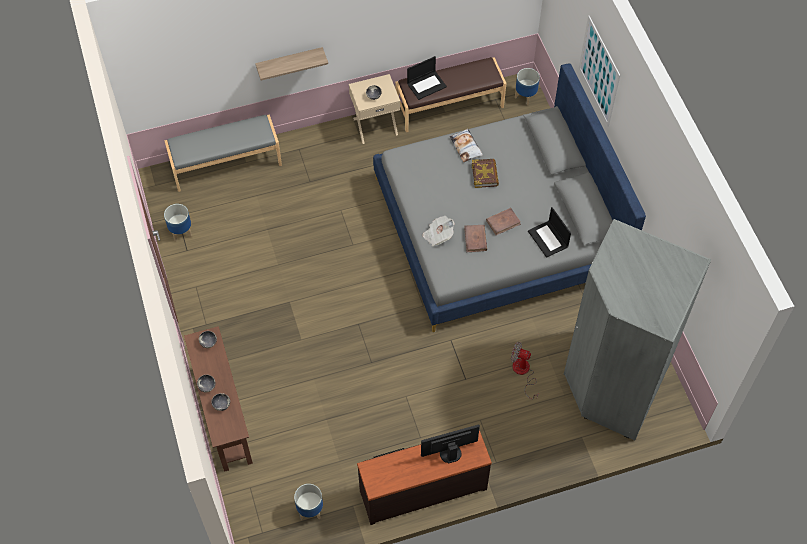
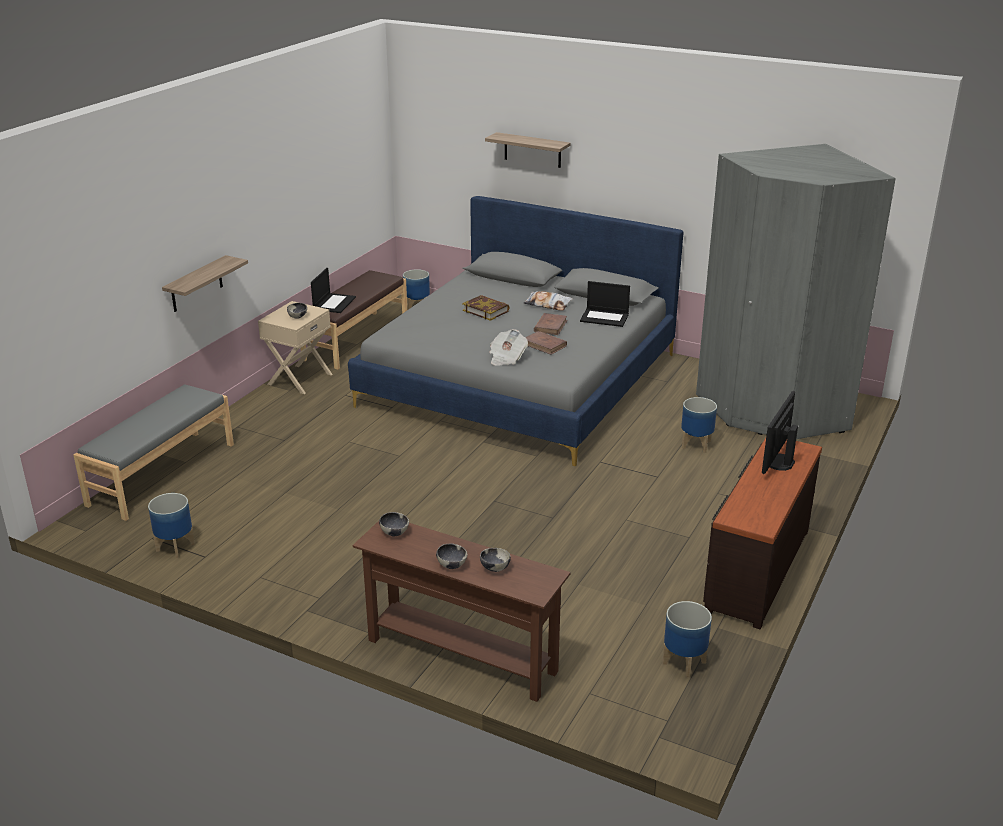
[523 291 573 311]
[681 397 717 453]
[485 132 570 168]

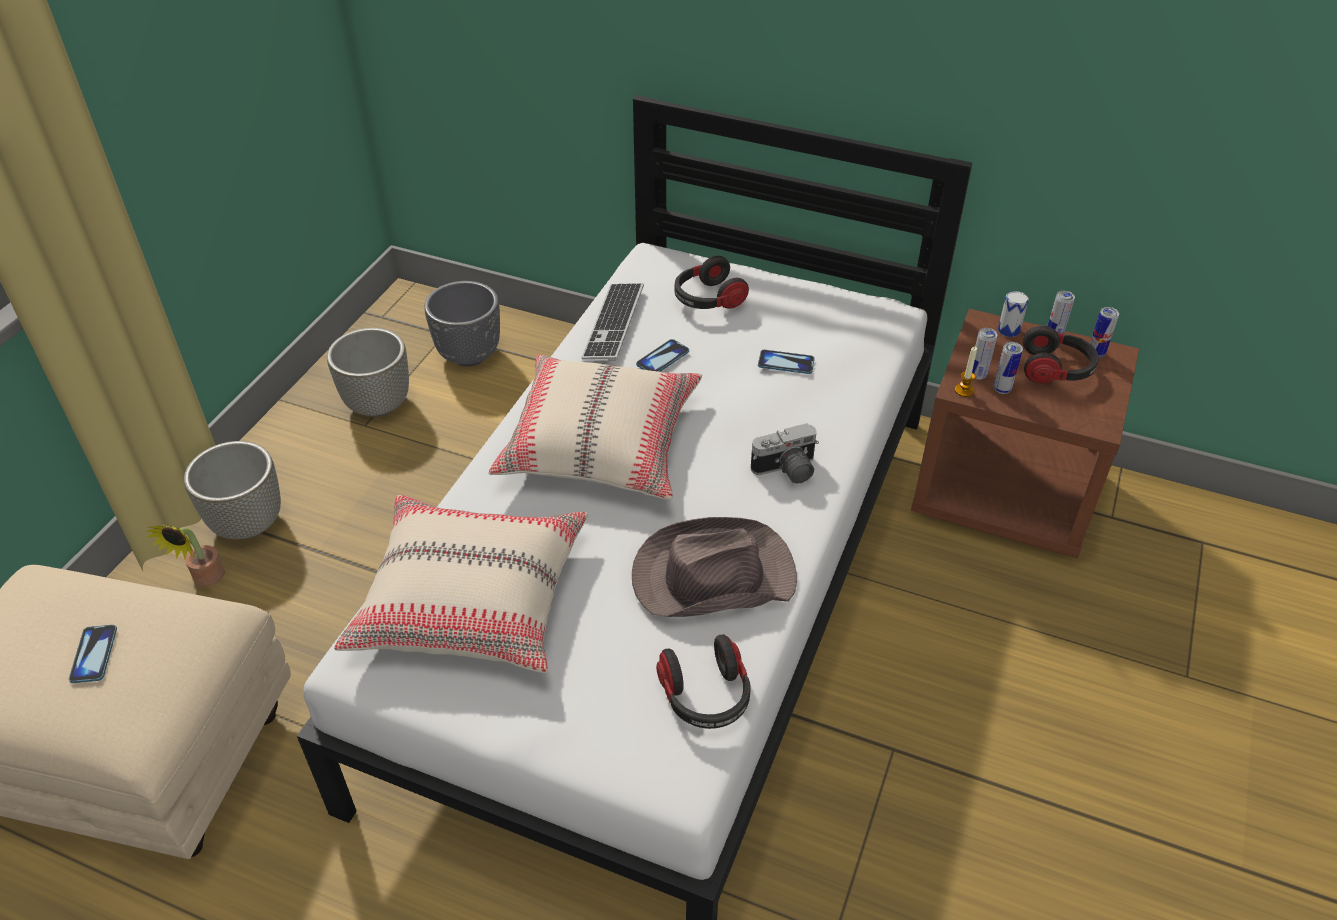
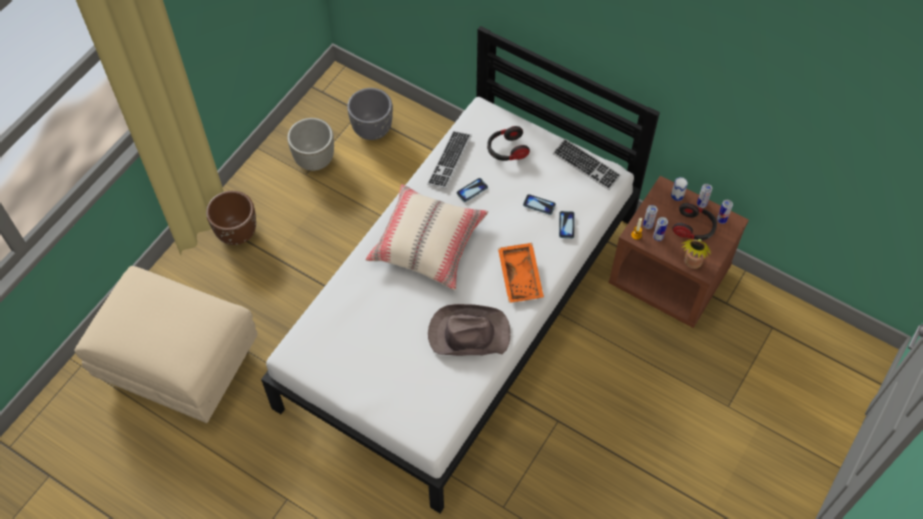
[334 495 588 673] (first image)
[656 634 751 729] (first image)
[553 139 621 190]
[559 211 575 238]
[681 239 711 269]
[498 243 544 303]
[206 191 256 245]

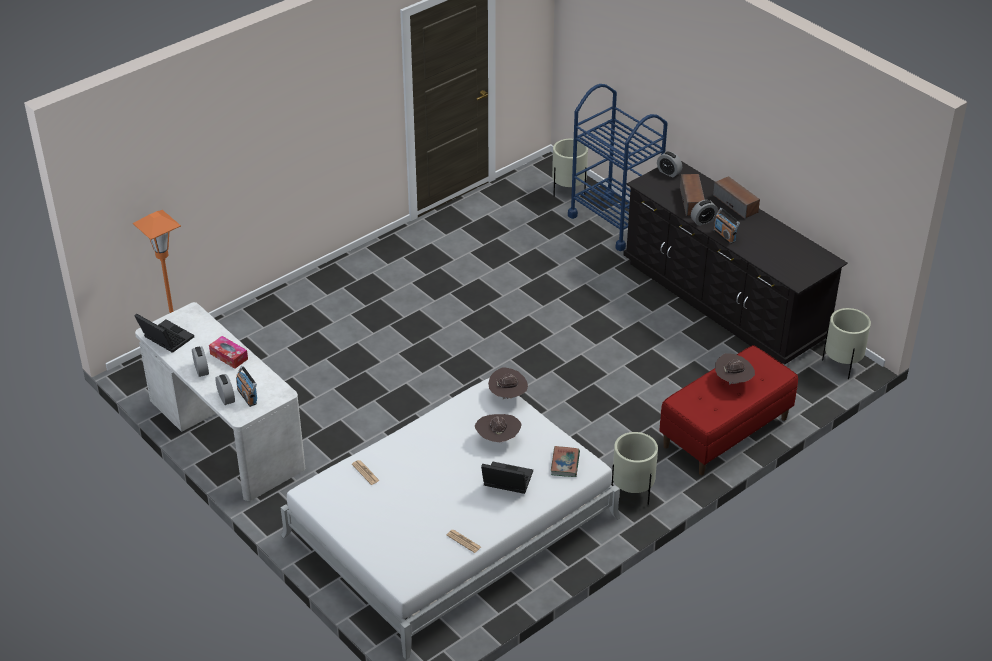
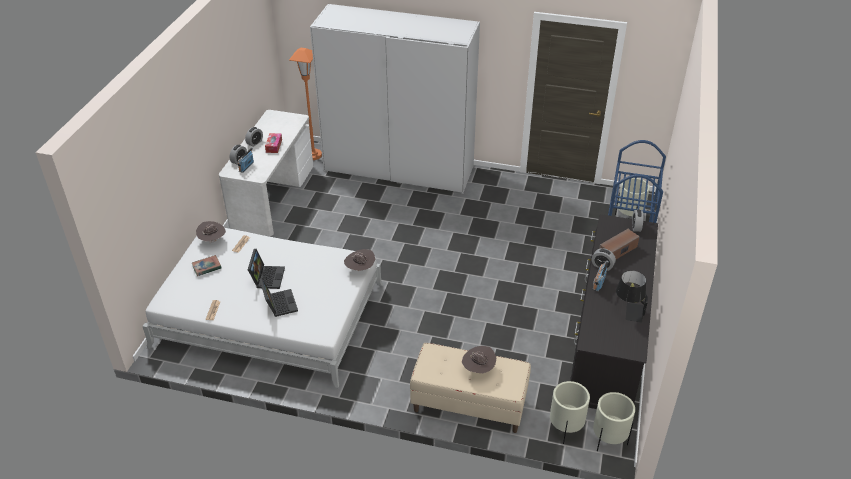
[713 176 760 219] (first image)
[310 4 480 194]
[616 270 648 323]
[248 249 285 289]
[196 221 226 243]
[192 255 222 276]
[550 381 590 444]
[410 343 531 433]

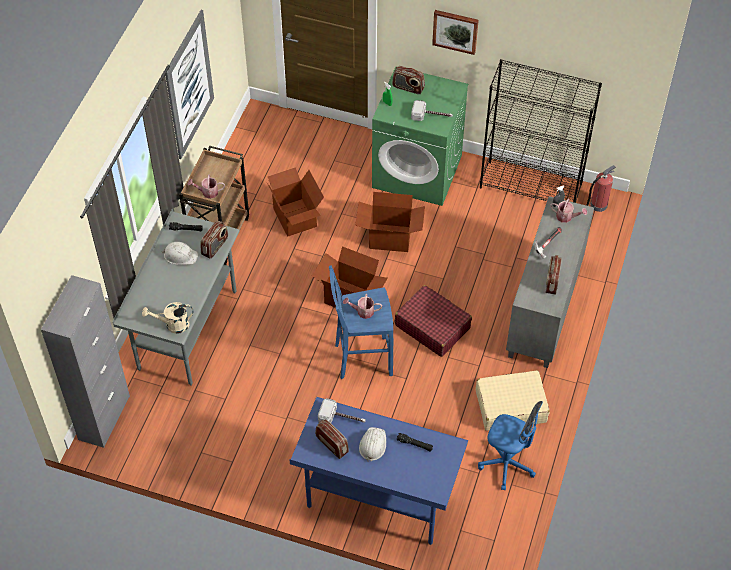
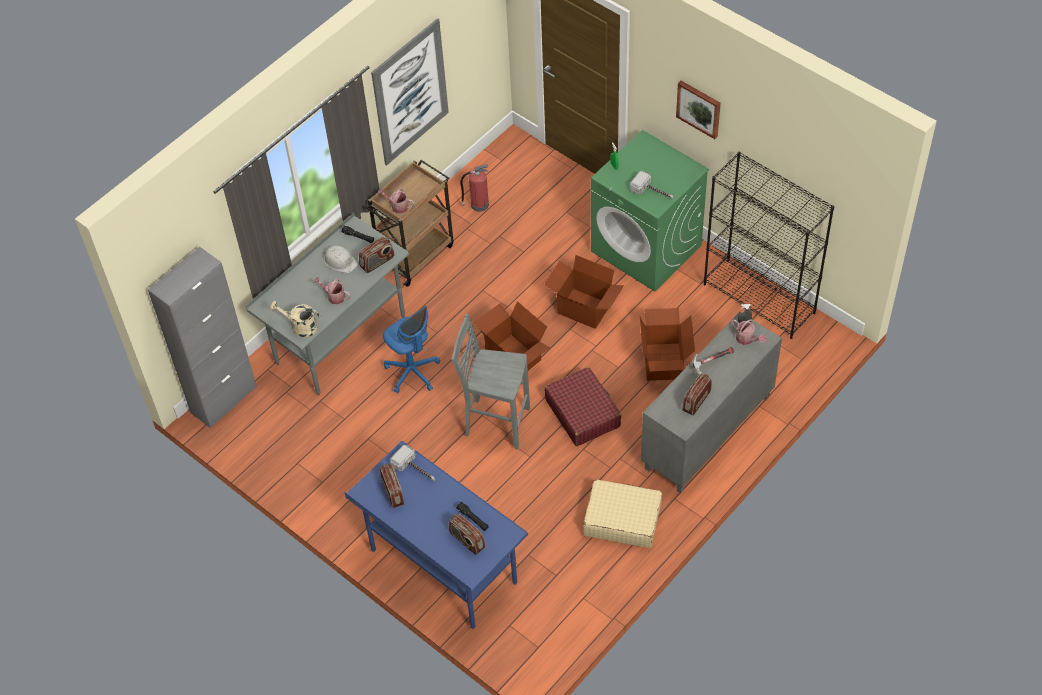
[359 427 386 462] (first image)
[640 308 695 381]
[314 277 351 305]
[449 514 485 555]
[383 306 440 393]
[460 164 489 212]
[451 314 530 449]

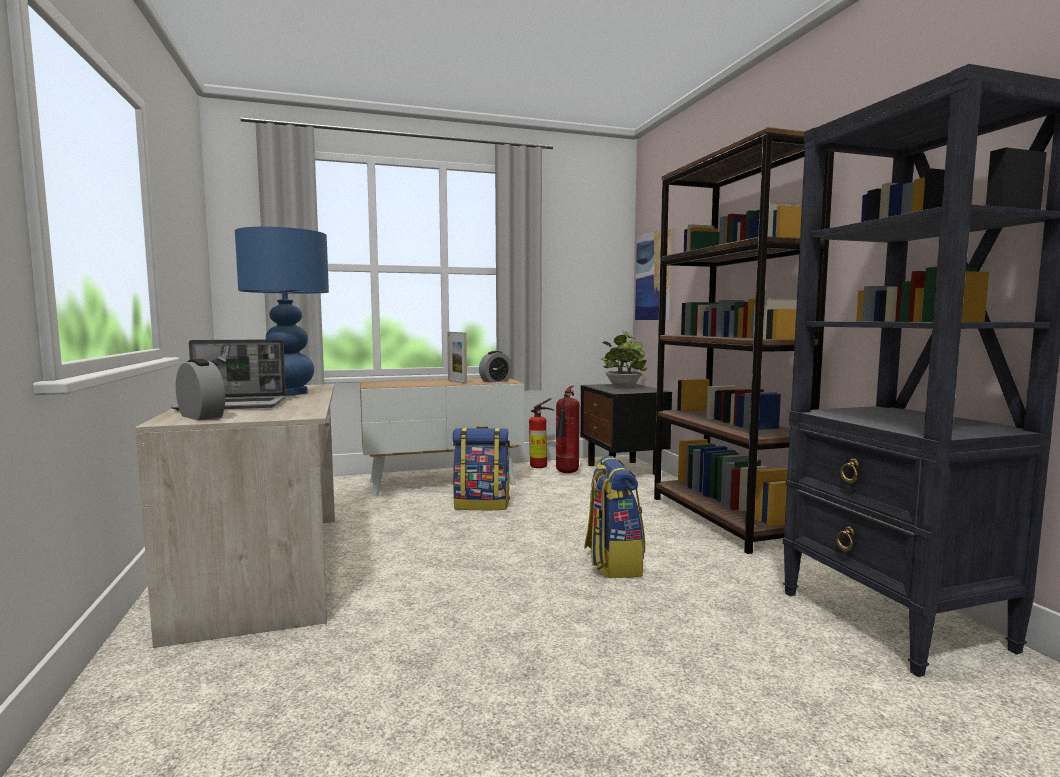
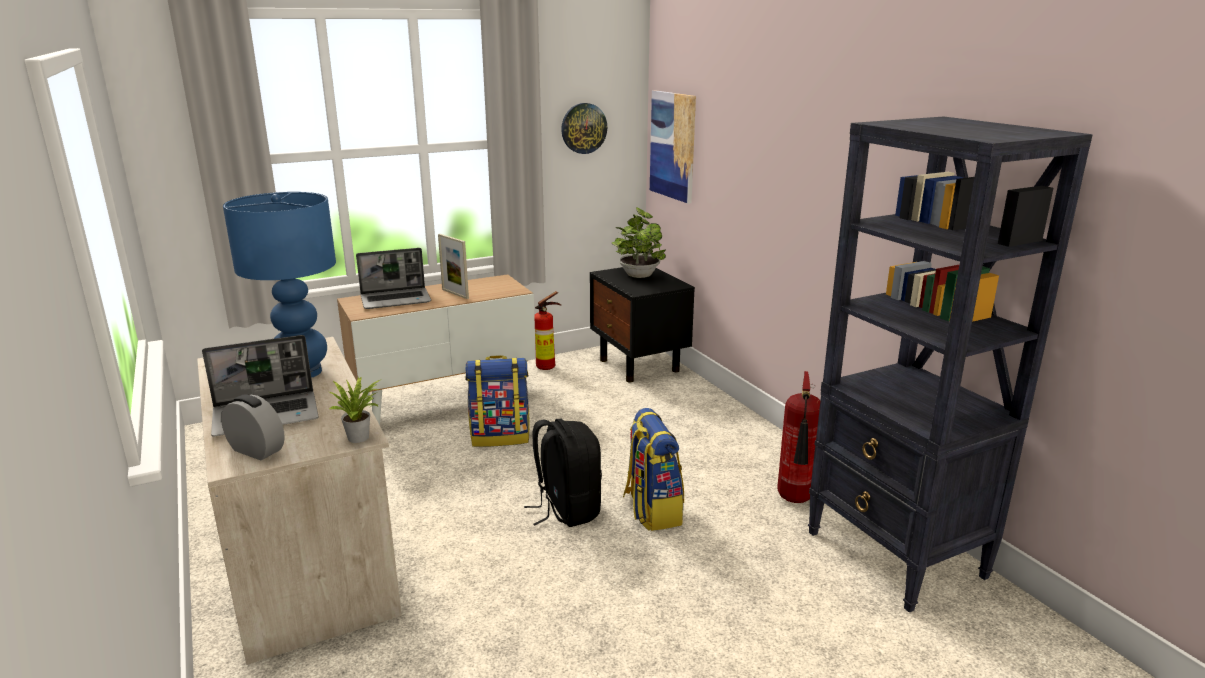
[479 351 512 383] (first image)
[654 127 834 554] (first image)
[328 376 382 443]
[356 248 431 309]
[524 419 602 527]
[561 103 607 154]
[777 371 820 503]

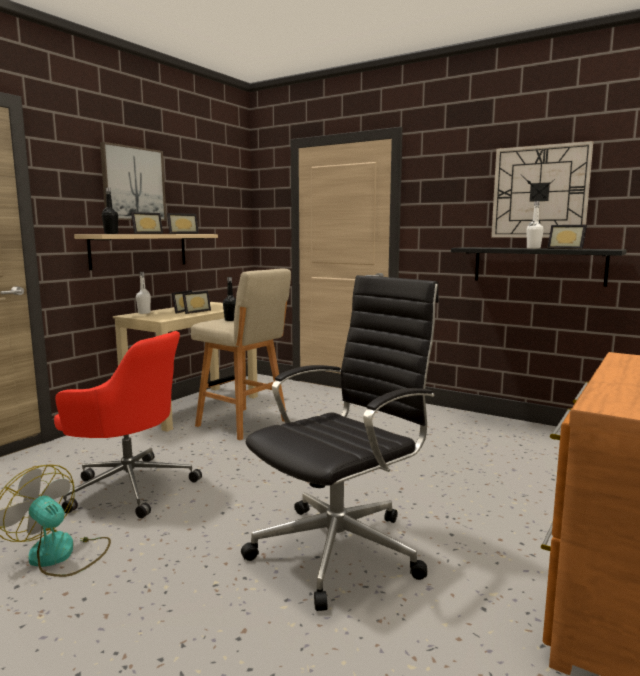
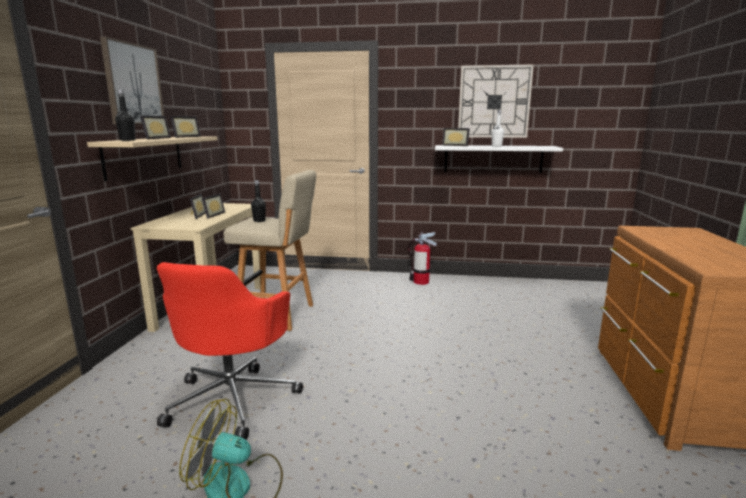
[136 272 151 314] (first image)
[241 275 439 611] (first image)
[407 232 437 285]
[442 128 470 146]
[435 145 563 173]
[157 262 303 440]

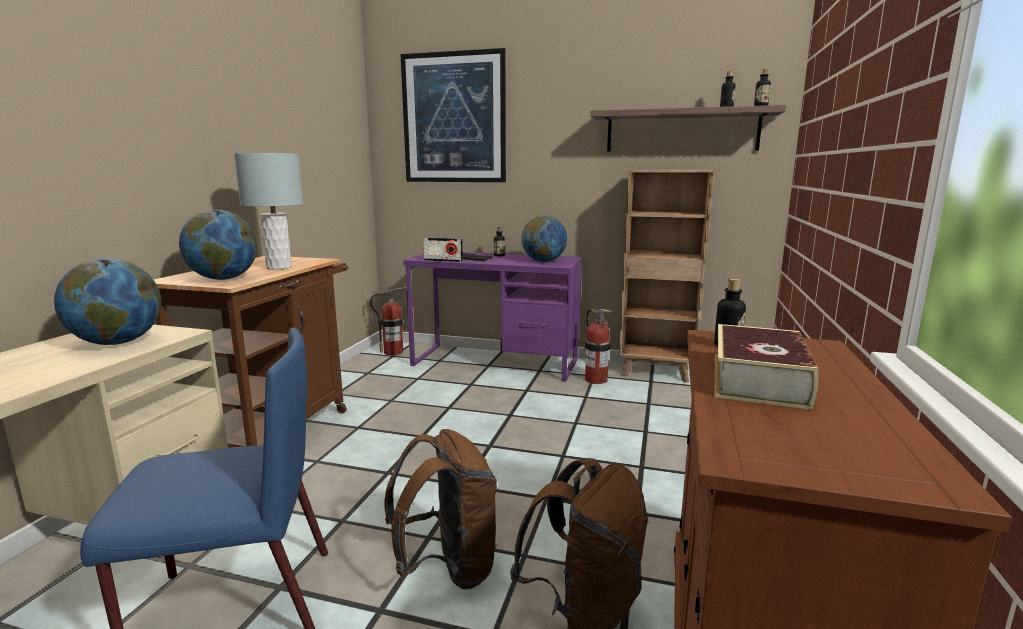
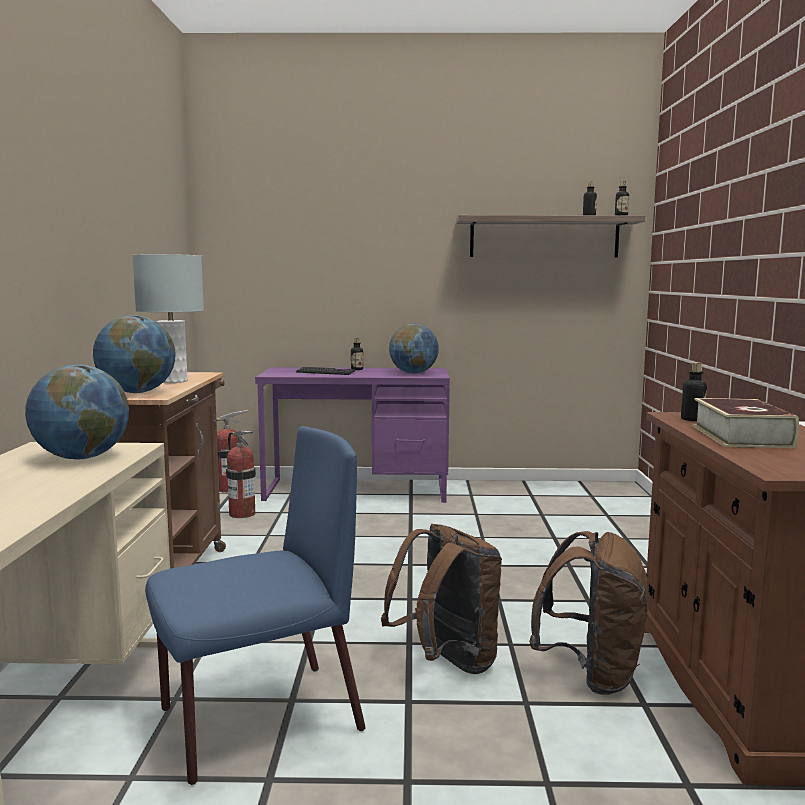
[400 48 506 182] (first image)
[423 238 463 262] (first image)
[619 170 714 383] (first image)
[226 431 256 518]

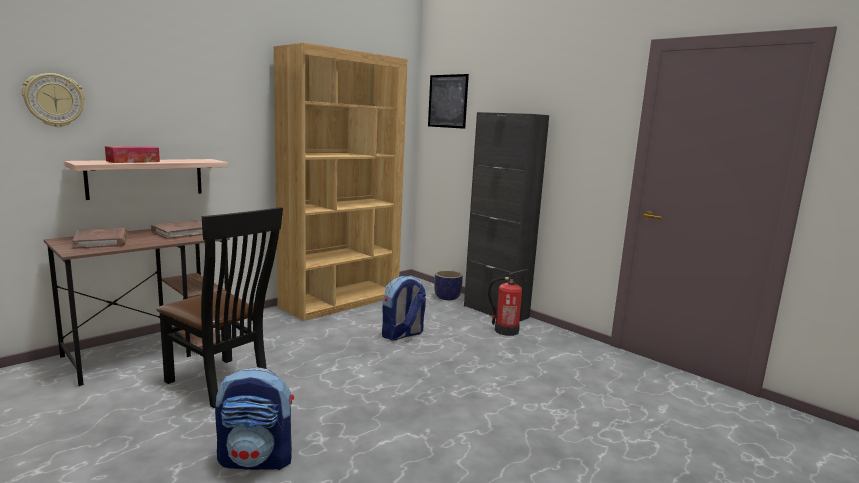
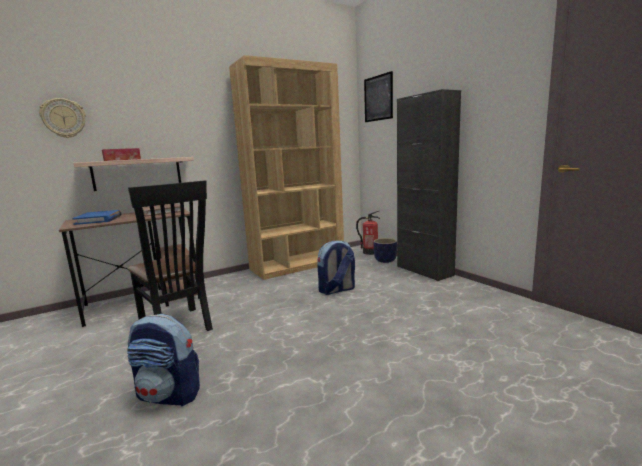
[356 211 380 255]
[72 210 122 225]

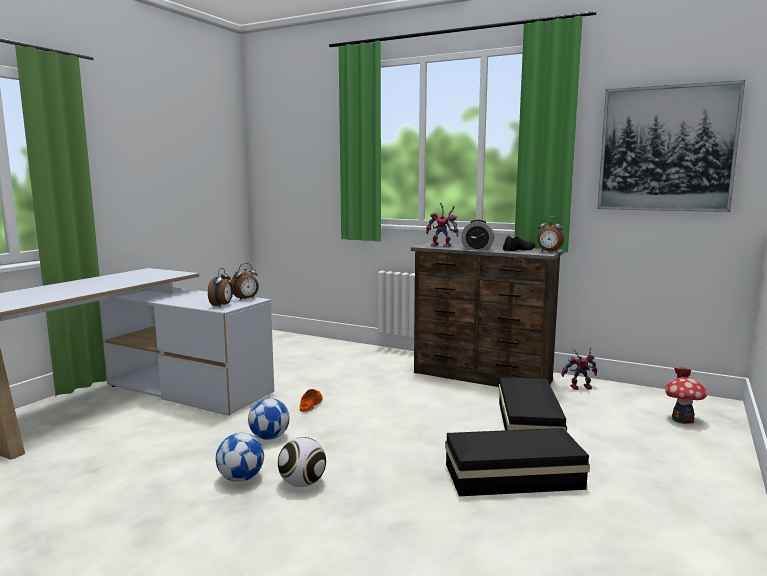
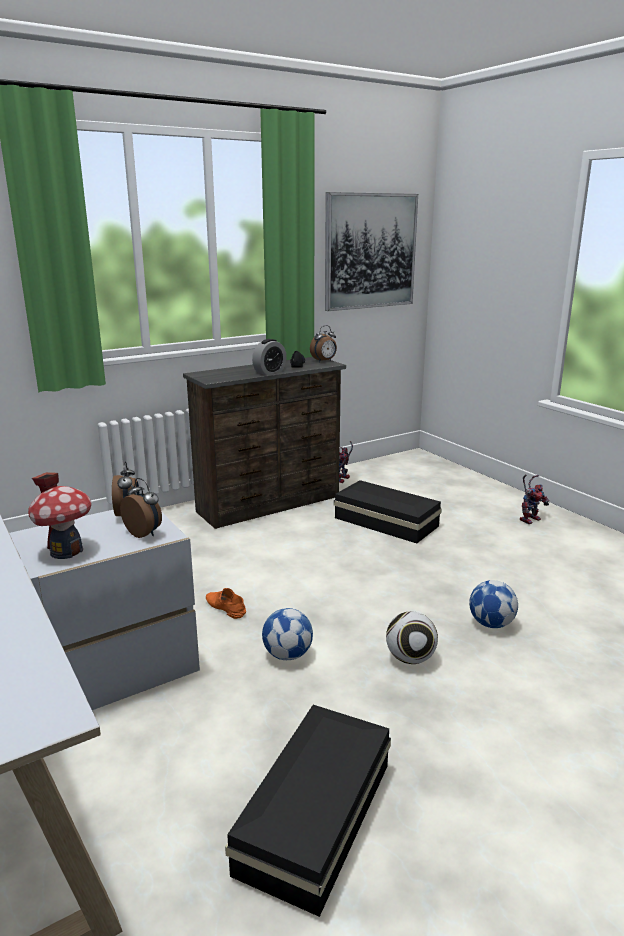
[469 580 518 628]
[520 475 549 524]
[225 705 391 917]
[28 472 92 559]

